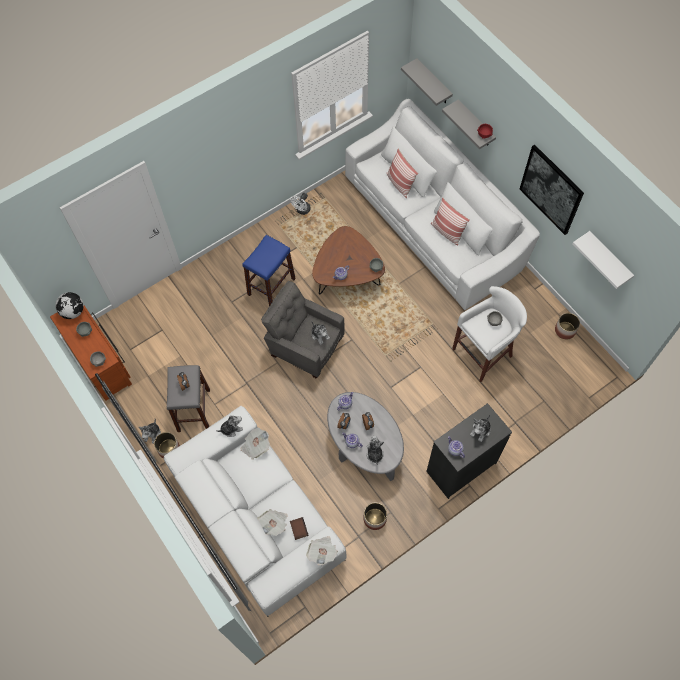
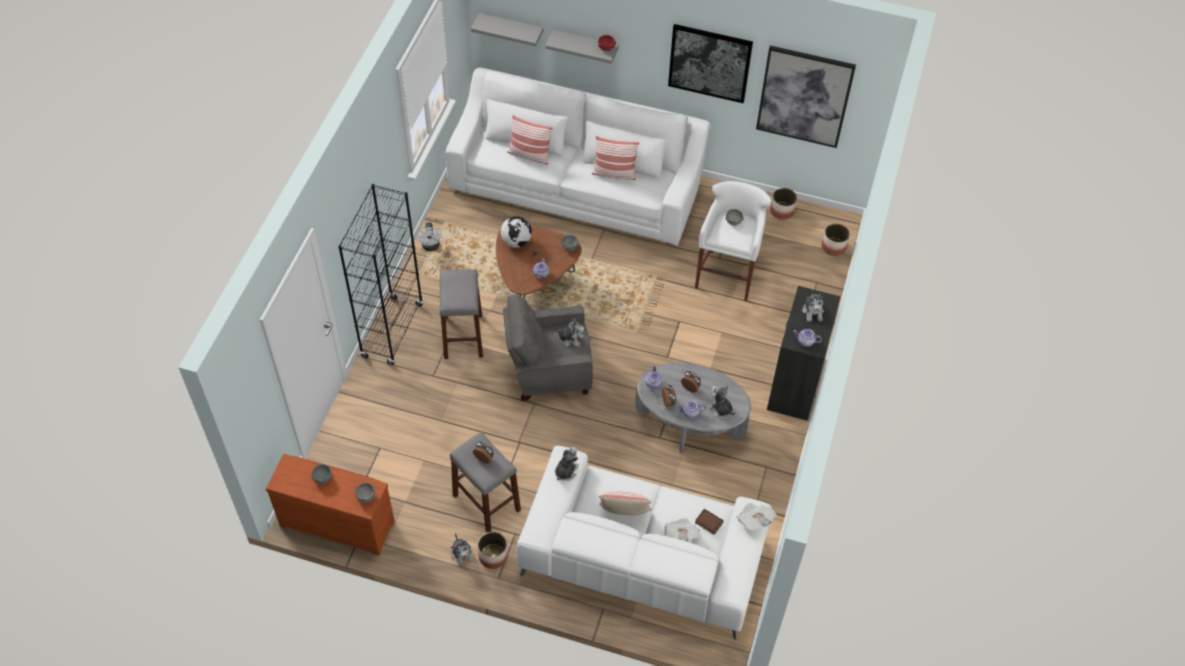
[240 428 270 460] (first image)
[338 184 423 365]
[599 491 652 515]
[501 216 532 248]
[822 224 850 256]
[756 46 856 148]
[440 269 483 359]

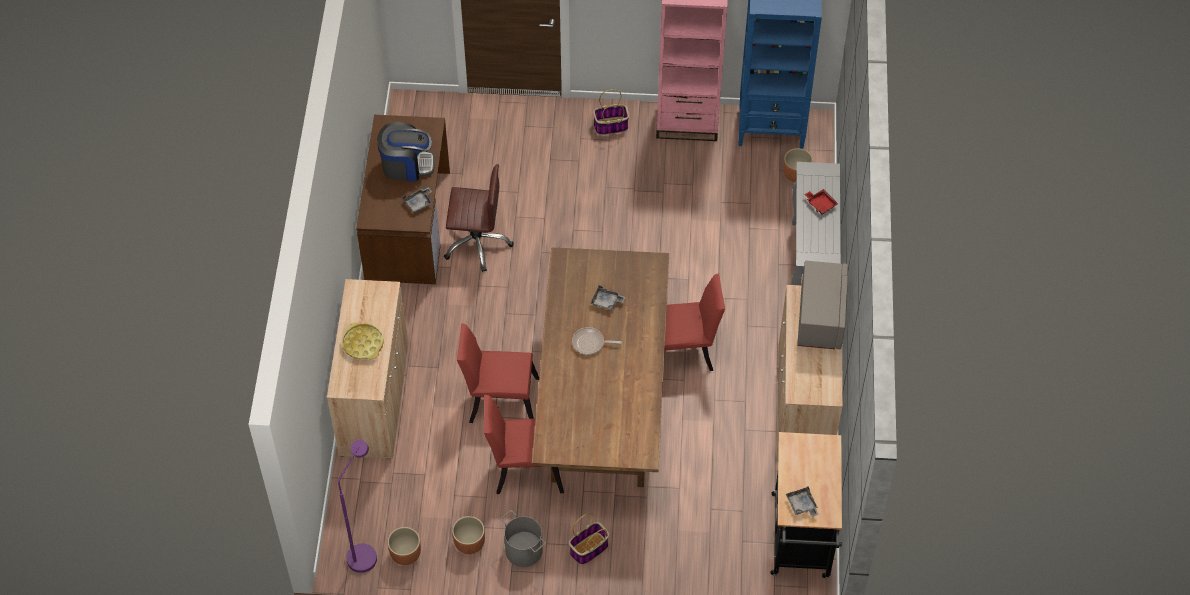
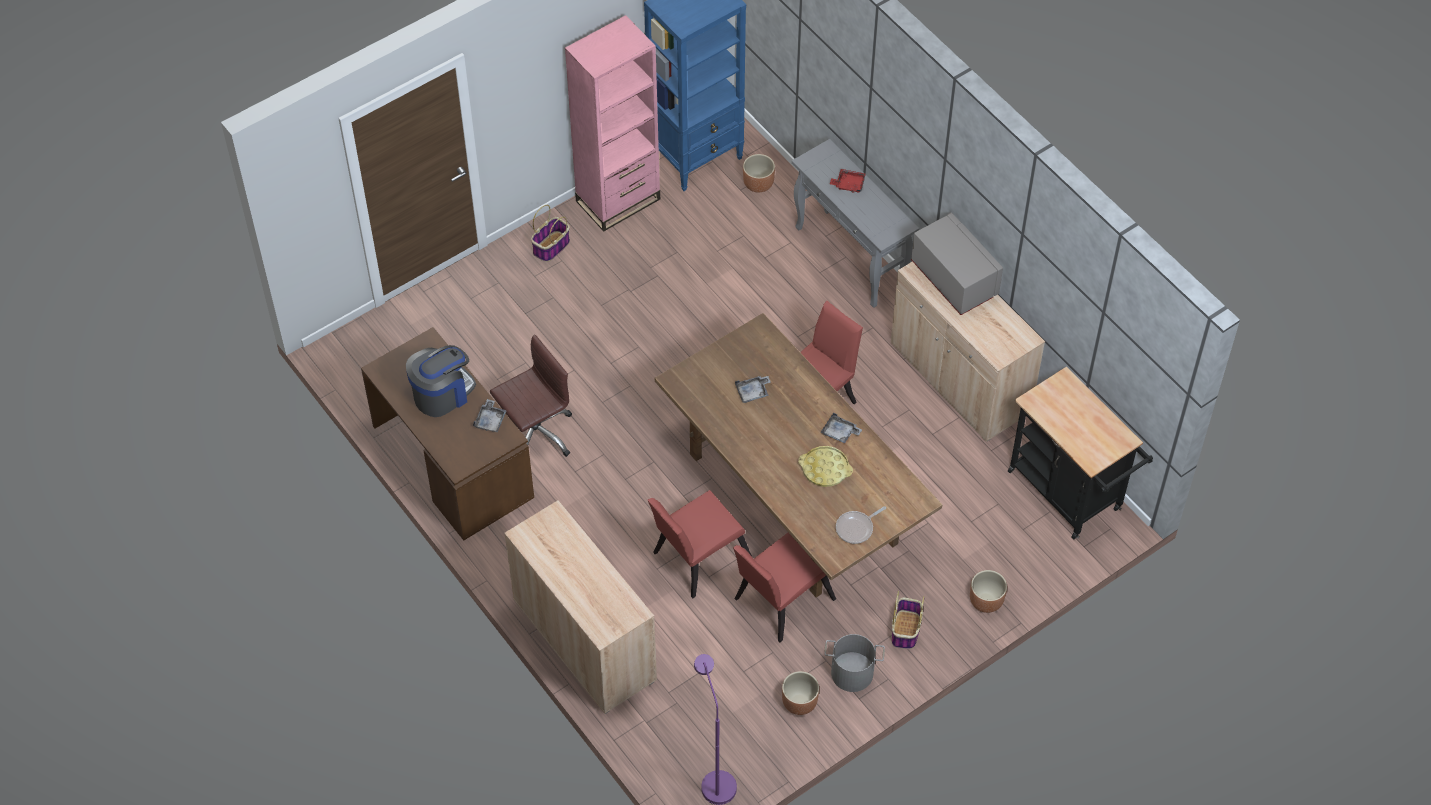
[798 446 853 487]
[970 570 1007 613]
[836 506 886 544]
[821 413 862 443]

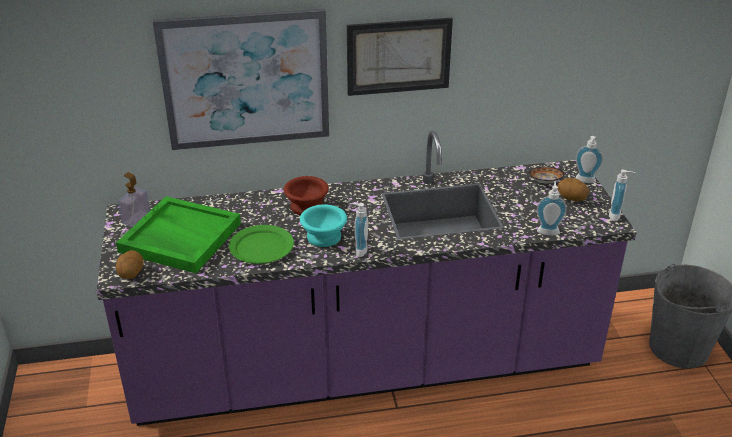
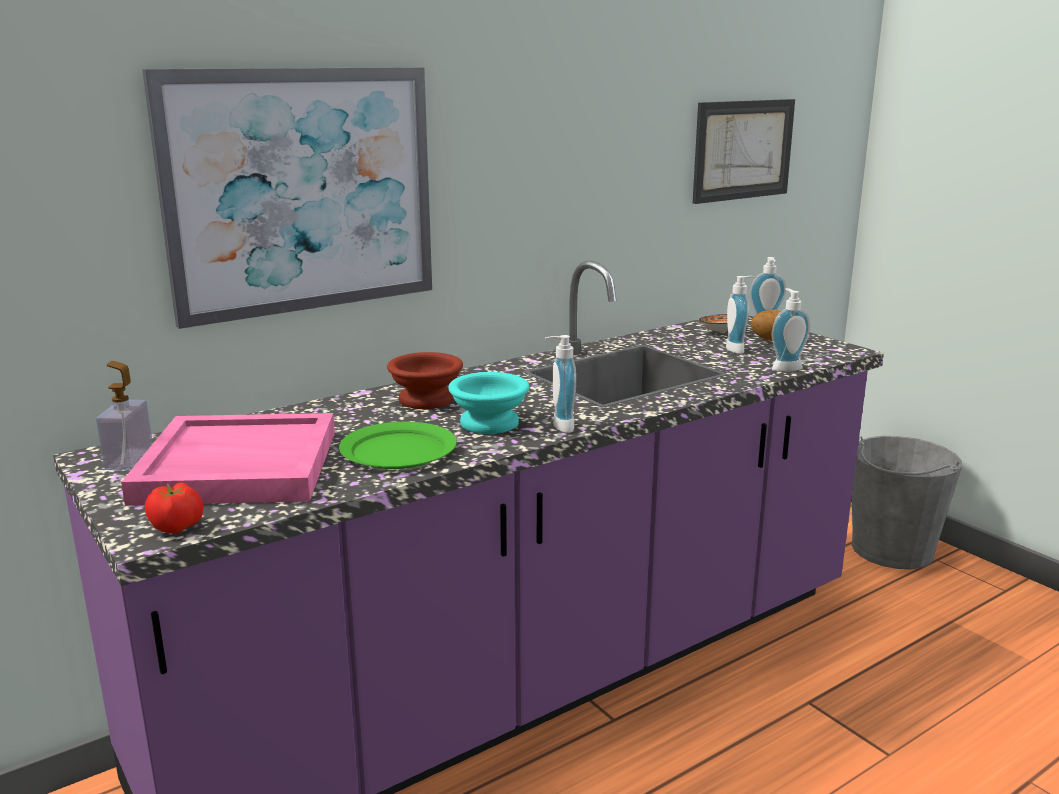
[693 99 795 204]
[726 276 756 354]
[145 482 203 534]
[121 413 335 506]

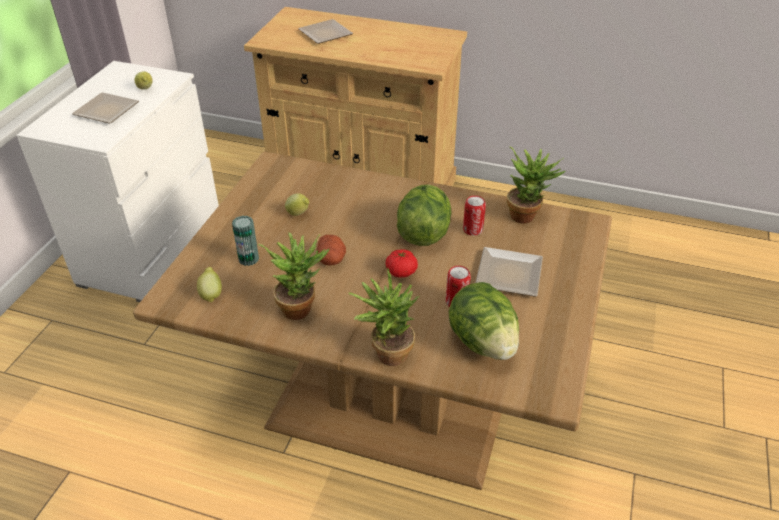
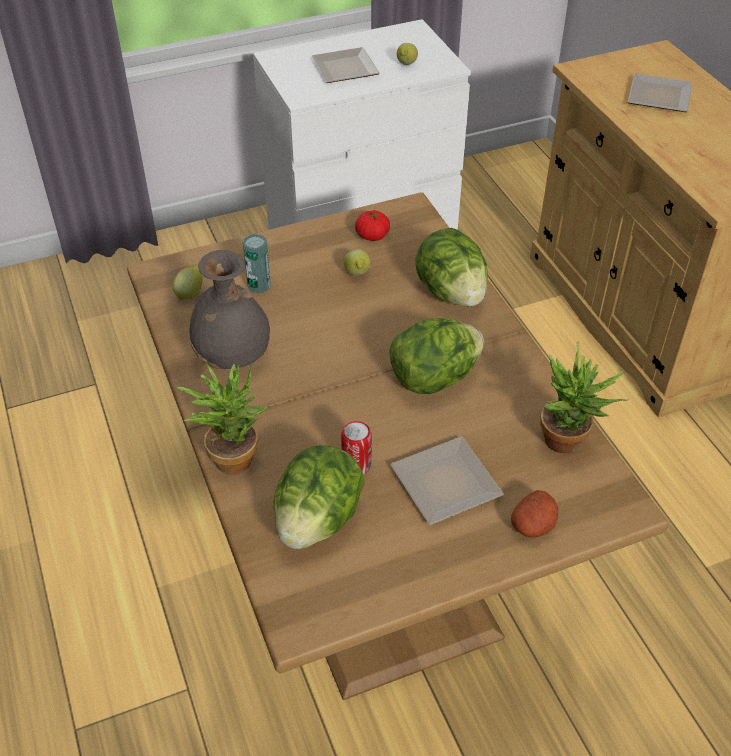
[463 196 486 236] (first image)
[415 228 488 307]
[511 490 558 538]
[355 210 390 241]
[189 250 270 370]

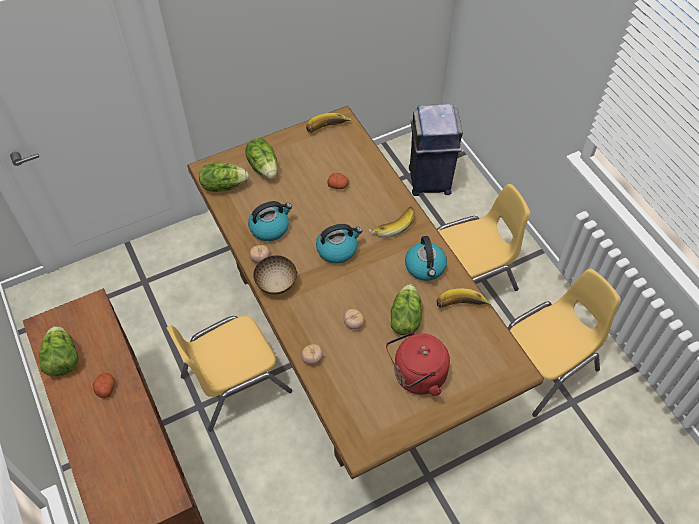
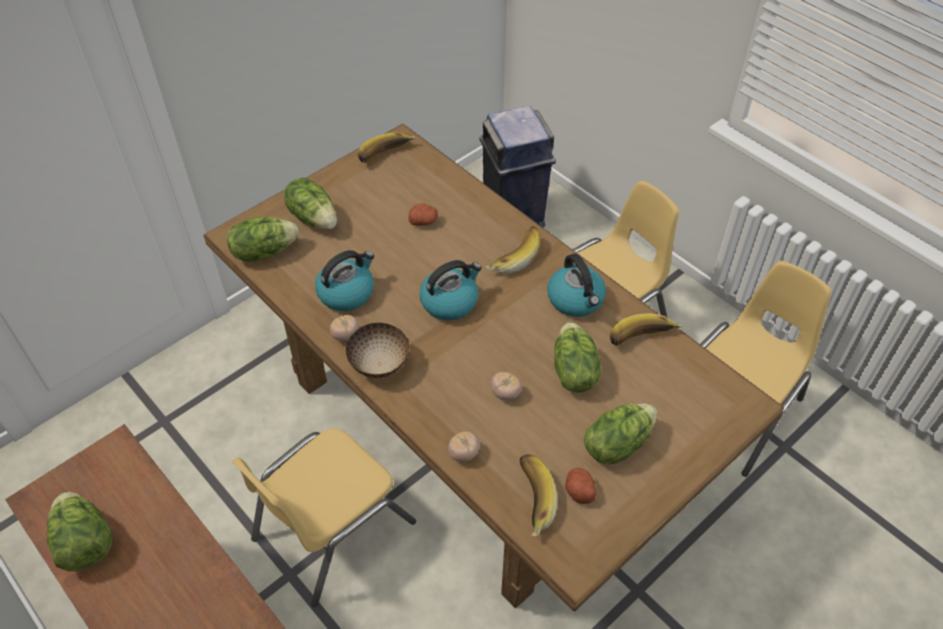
[520 454 557 536]
[565 468 596 504]
[584 403 657 465]

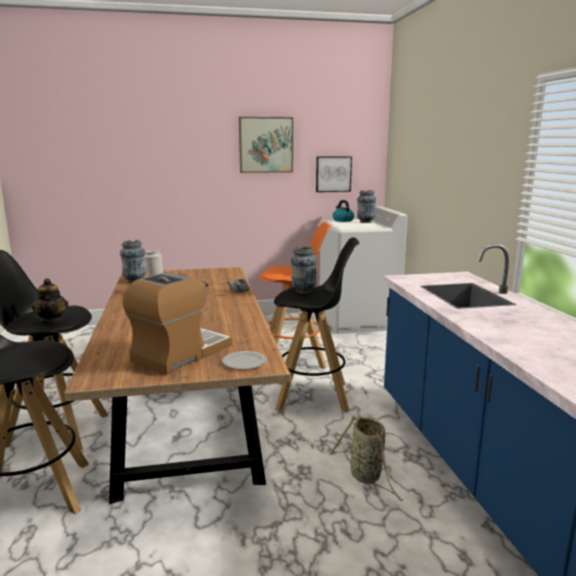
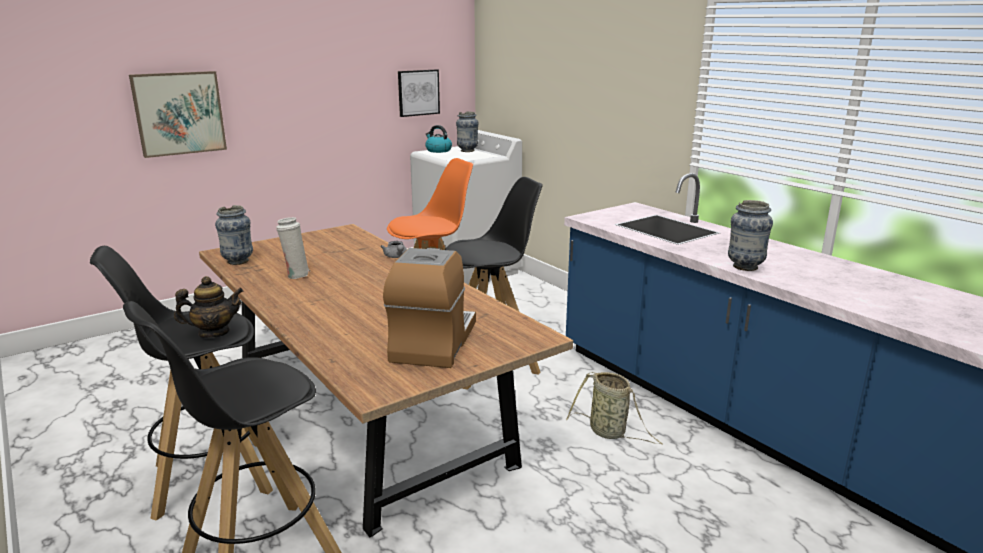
[222 351 267 370] (first image)
[129 71 227 158]
[728 200 773 271]
[174 276 244 338]

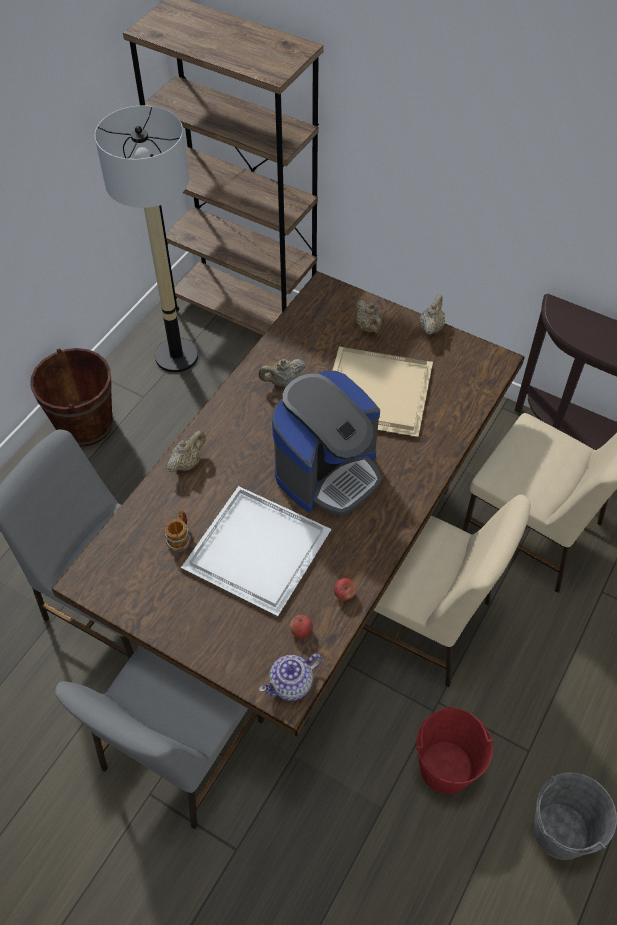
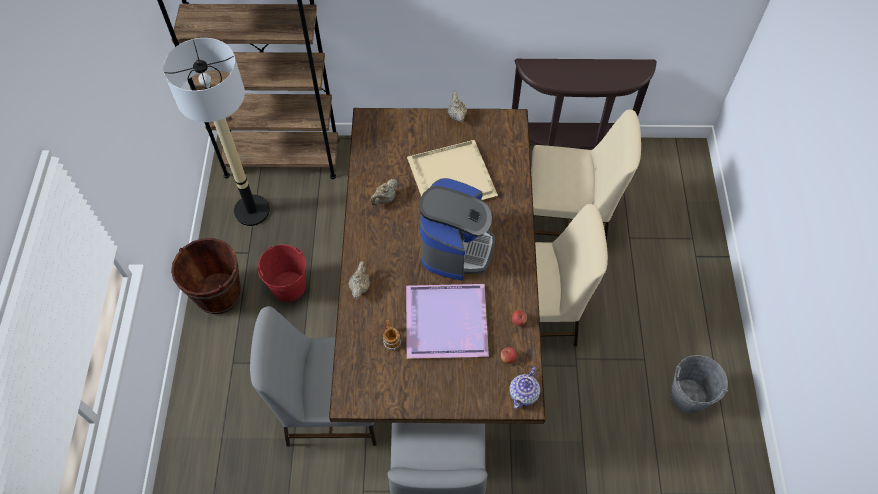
[356 300 383 335] (first image)
[258 245 306 302]
[406 284 489 359]

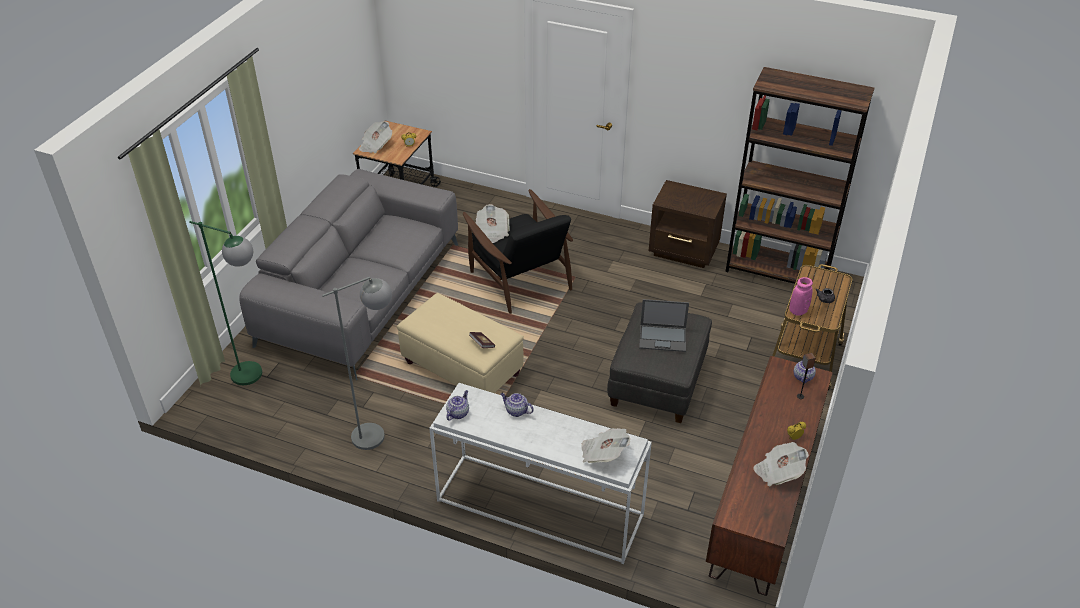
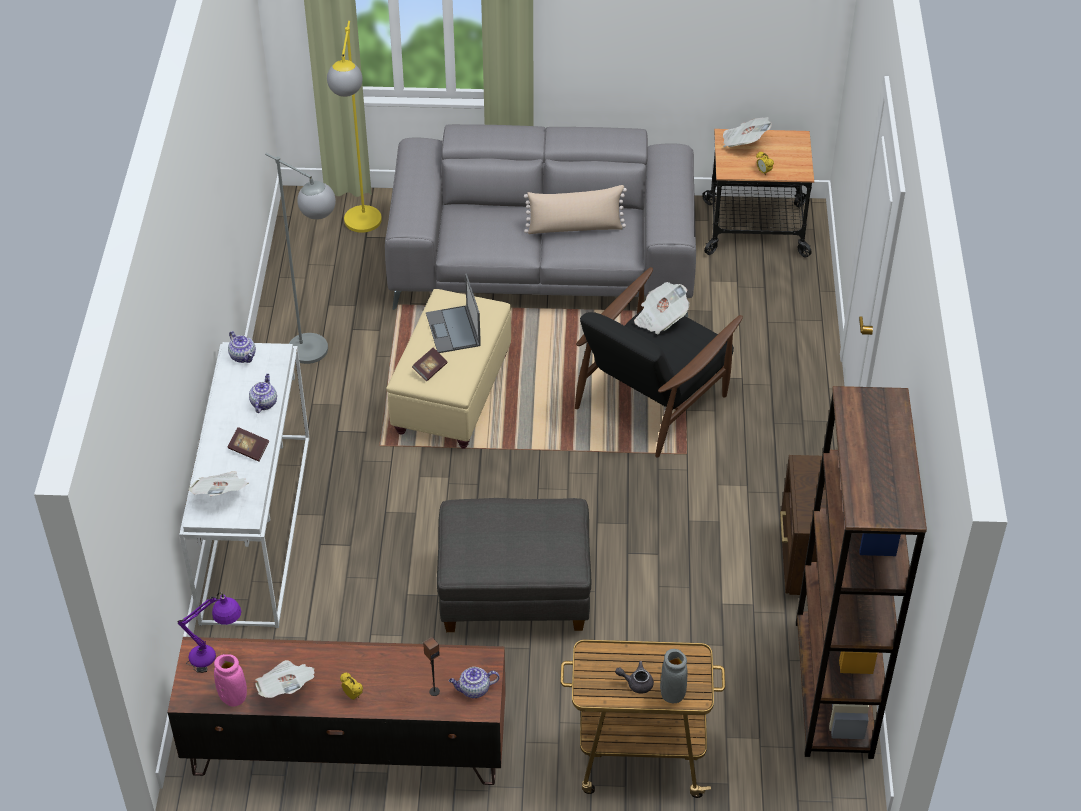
[177 593 241 673]
[228 427 269 462]
[524 185 627 234]
[660 649 687 703]
[426 274 481 353]
[214 654 247 707]
[327 21 382 233]
[228 331 256 363]

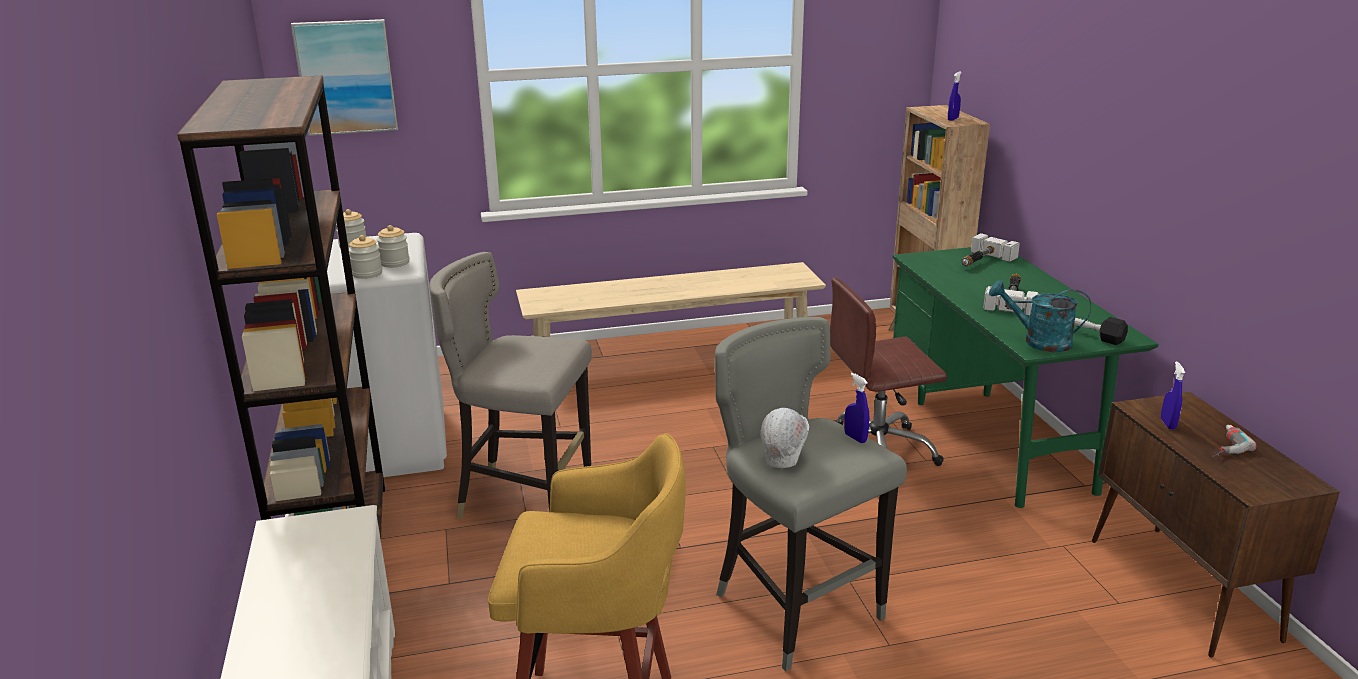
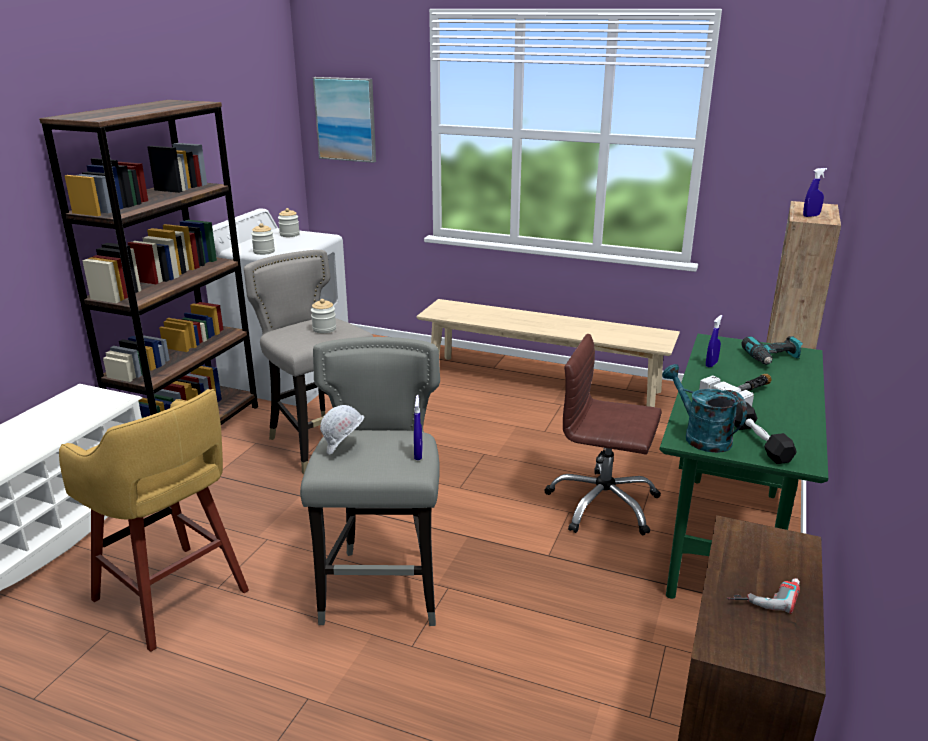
[311 299 336 333]
[706 315 723 367]
[742 336 803 365]

